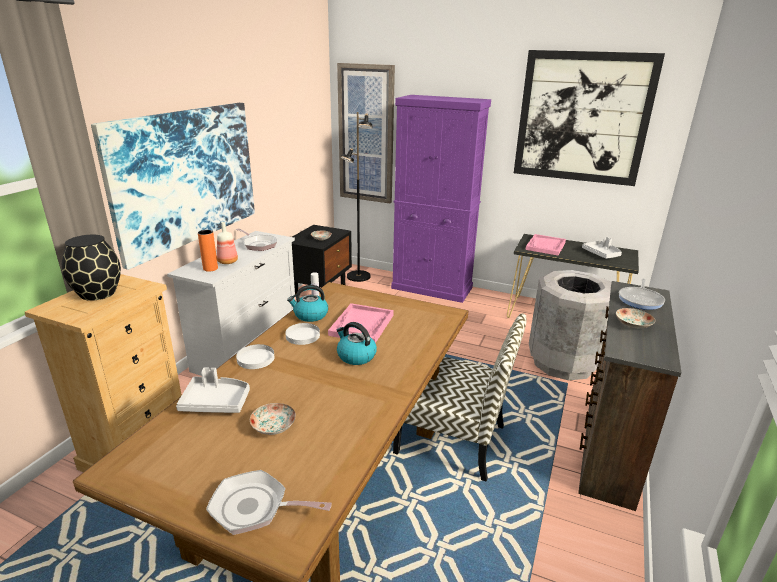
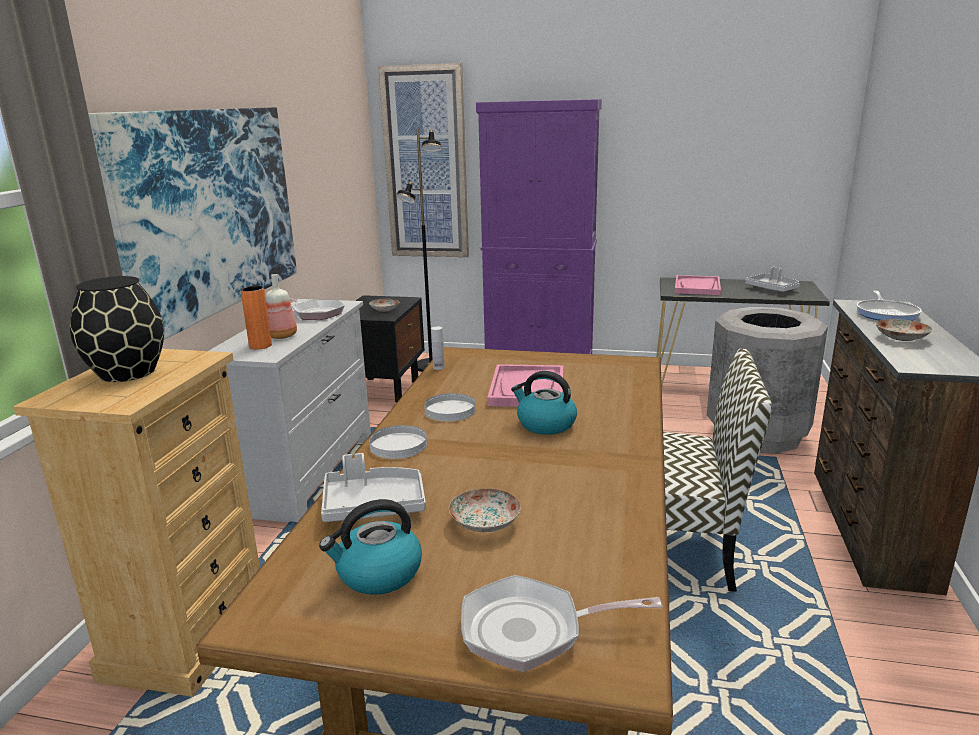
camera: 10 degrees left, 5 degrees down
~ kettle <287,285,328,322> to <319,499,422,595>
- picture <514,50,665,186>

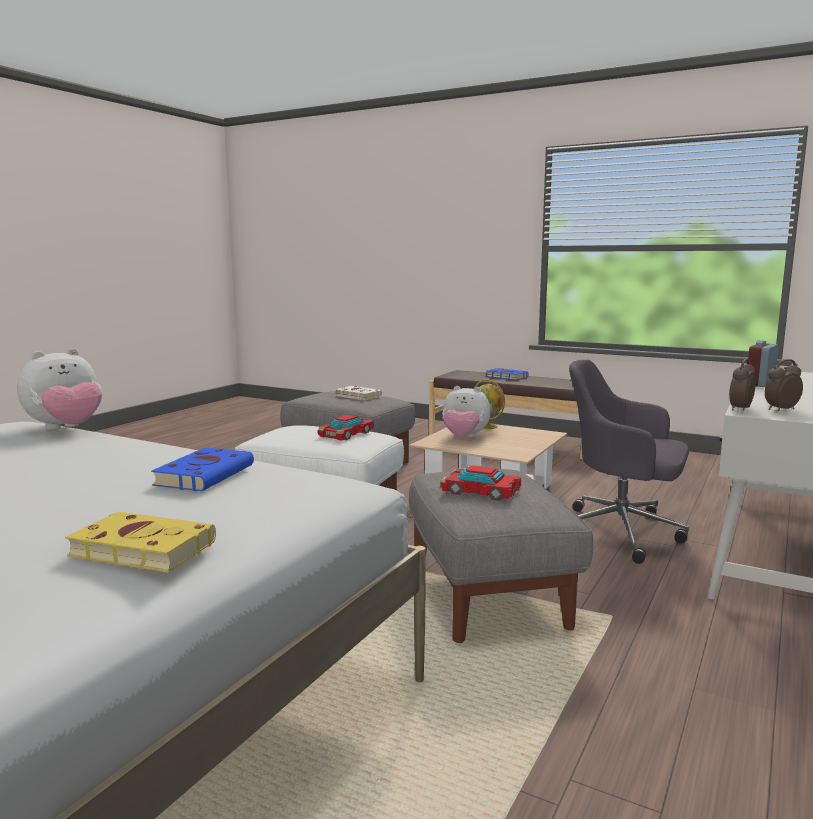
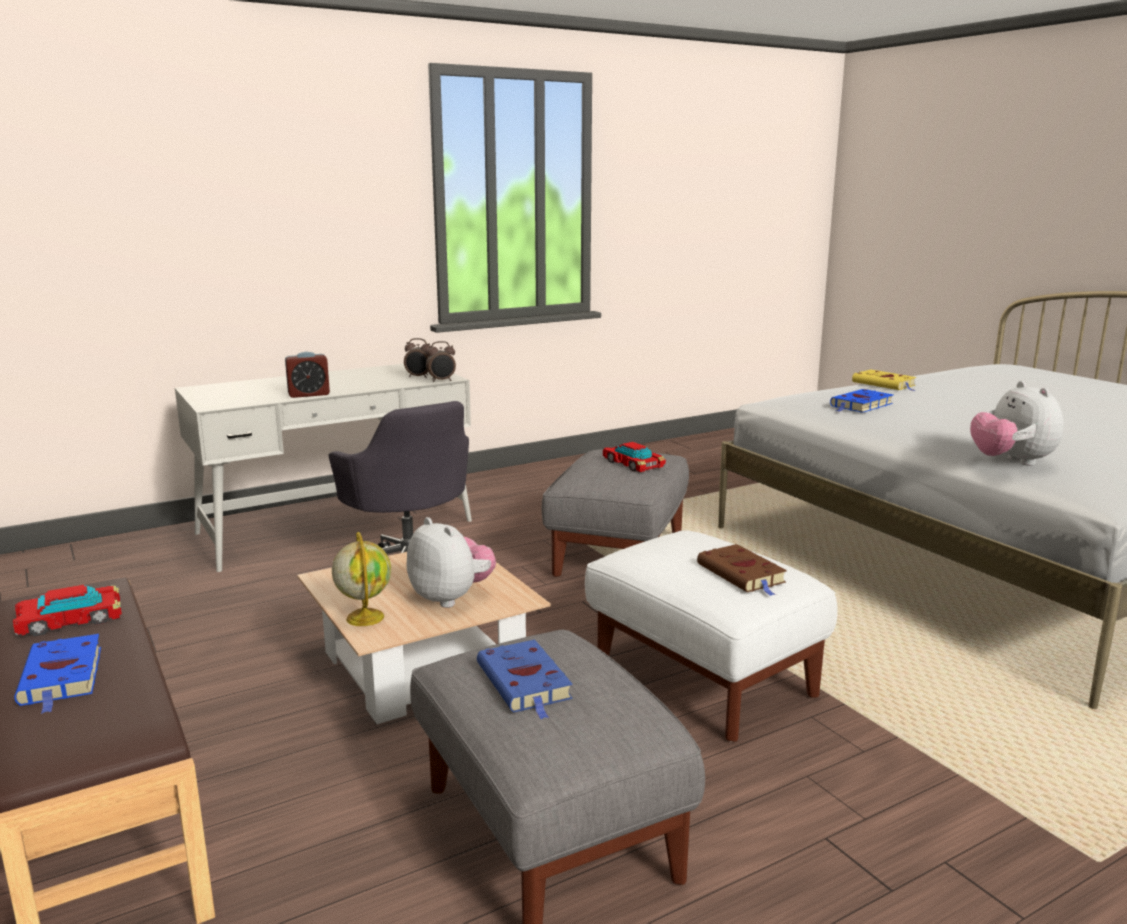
camera: 150 degrees left, 5 degrees up
~ plush_toy <17,348,102,430> = <970,381,1064,466> 90 degrees counterclockwise
~ toy_car <318,415,374,440> to <13,585,122,637>
~ white_book <335,386,382,400> to blue_book <477,640,573,719>
+ brown_book <697,544,787,596>

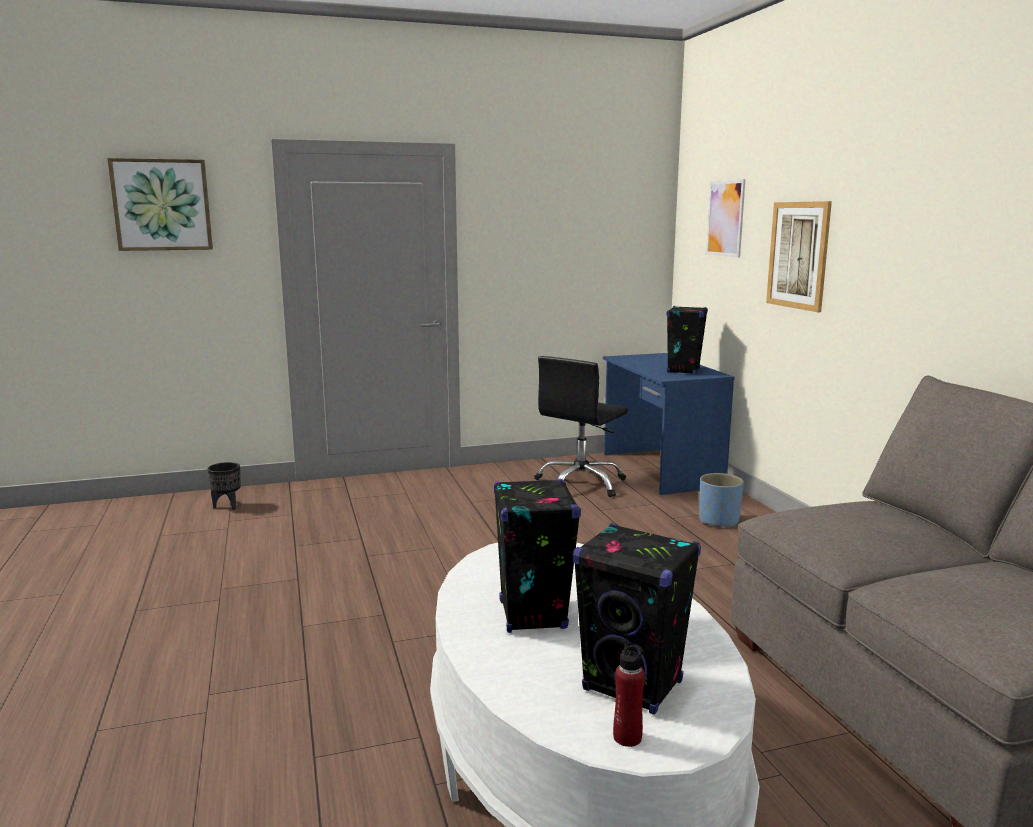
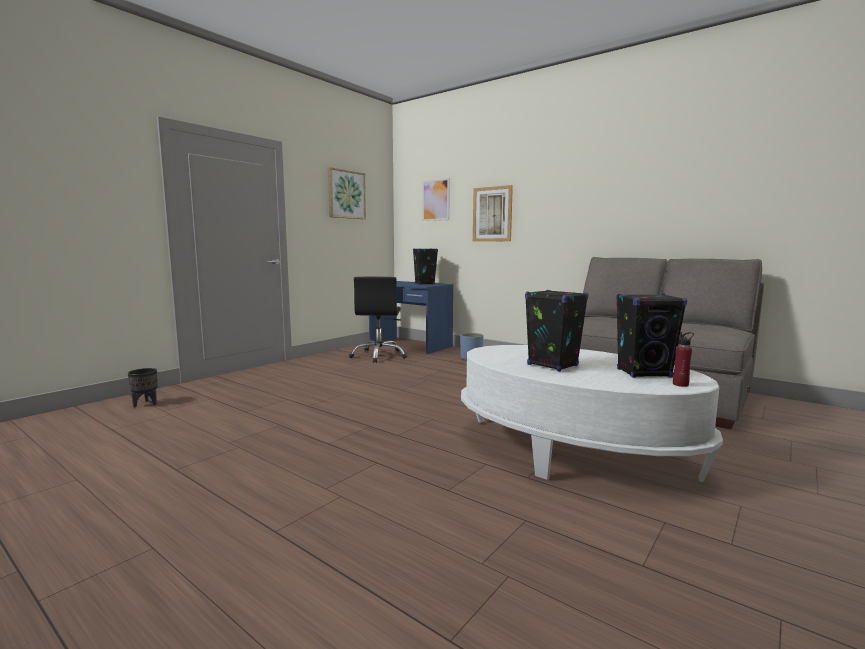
camera: 35 degrees left, 5 degrees down
~ picture <107,158,213,251> to <328,167,366,219>

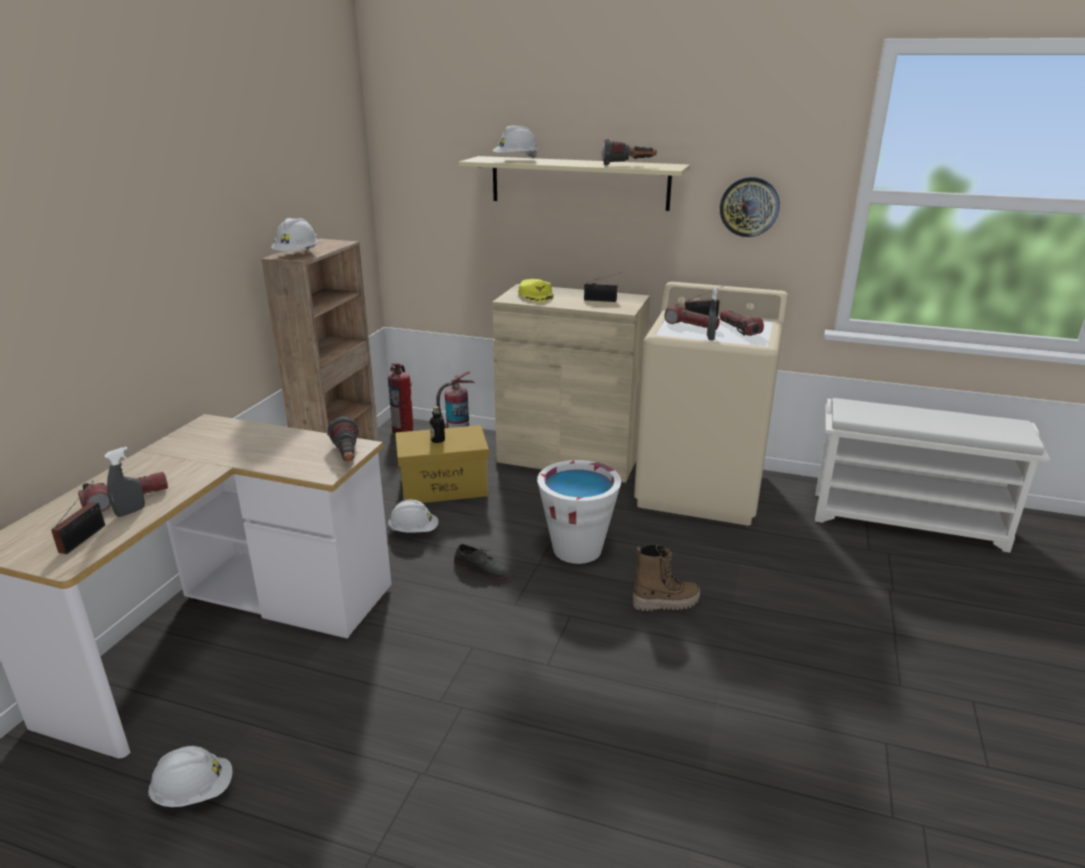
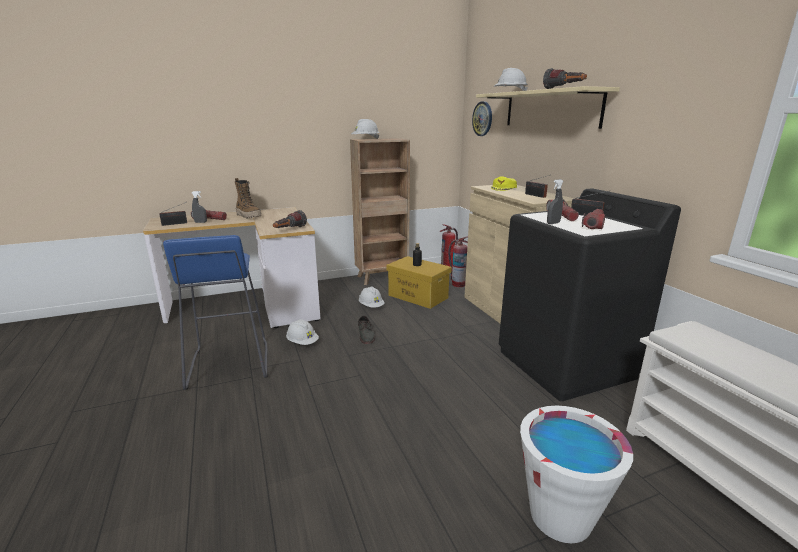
camera: 50 degrees right, 5 degrees down
~ white_hard_hat <148,746,233,807> to <286,319,319,345>
~ white_bucket <537,460,621,564> to <520,406,633,543>
~ boot <633,544,700,611> to <235,178,261,218>
~ beige_washing_machine <634,282,788,526> to black_washing_machine <499,188,681,401>
~ wall_clock <720,177,780,237> to <472,101,492,136>
+ blue_stool <163,235,268,390>

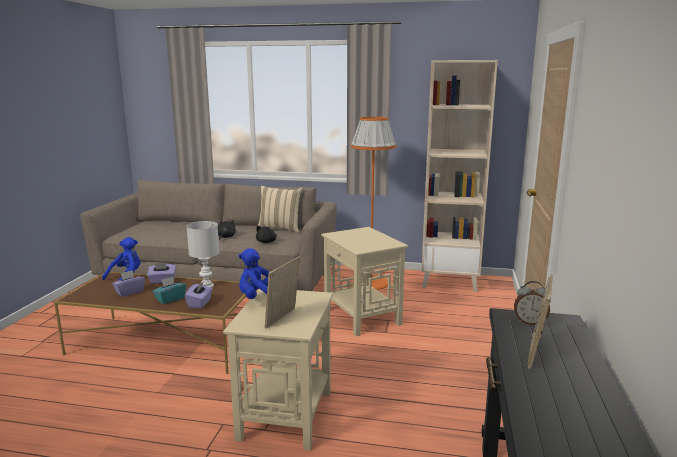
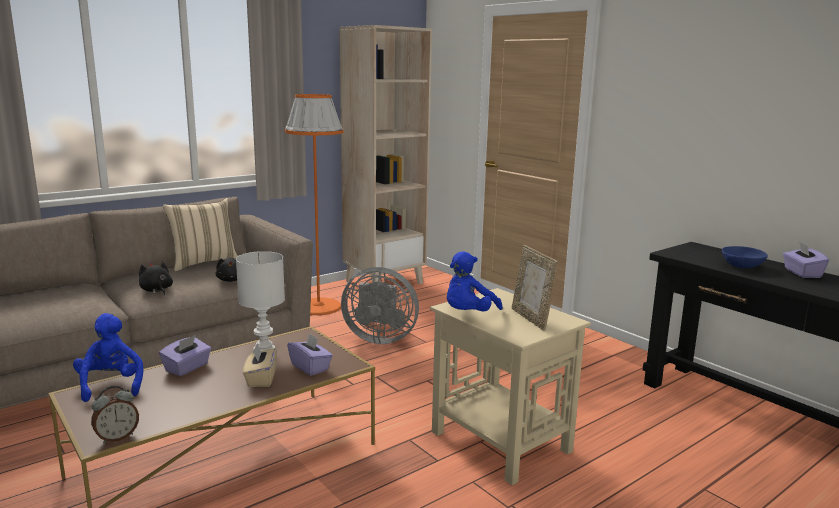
camera: 50 degrees left, 0 degrees up
~ purple_tissue_box <112,270,145,297> to <783,242,829,278>
~ turquoise_tissue_box <153,277,186,304> to beige_tissue_box <243,344,277,387>
~ beige_side_table <321,227,408,336> to grey_fan <341,267,419,344>
~ alarm_clock <514,281,550,325> to <91,386,139,444>
~ picture_frame <528,274,553,369> to blue_bowl <722,246,768,268>

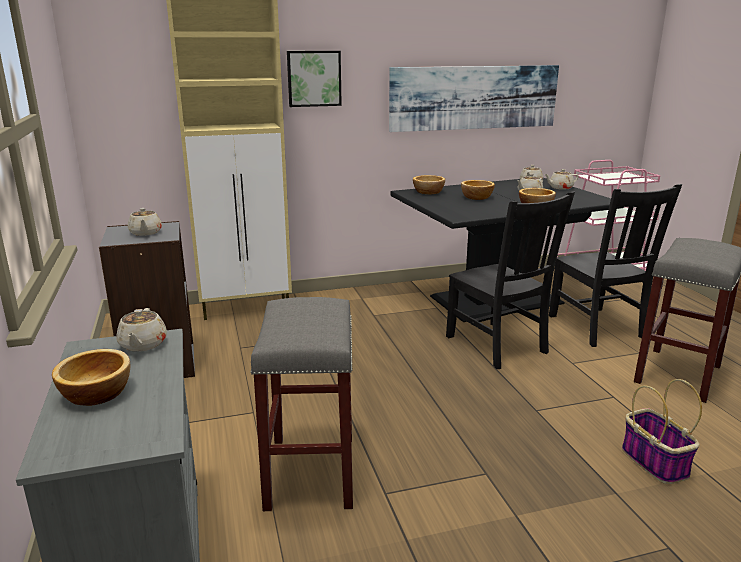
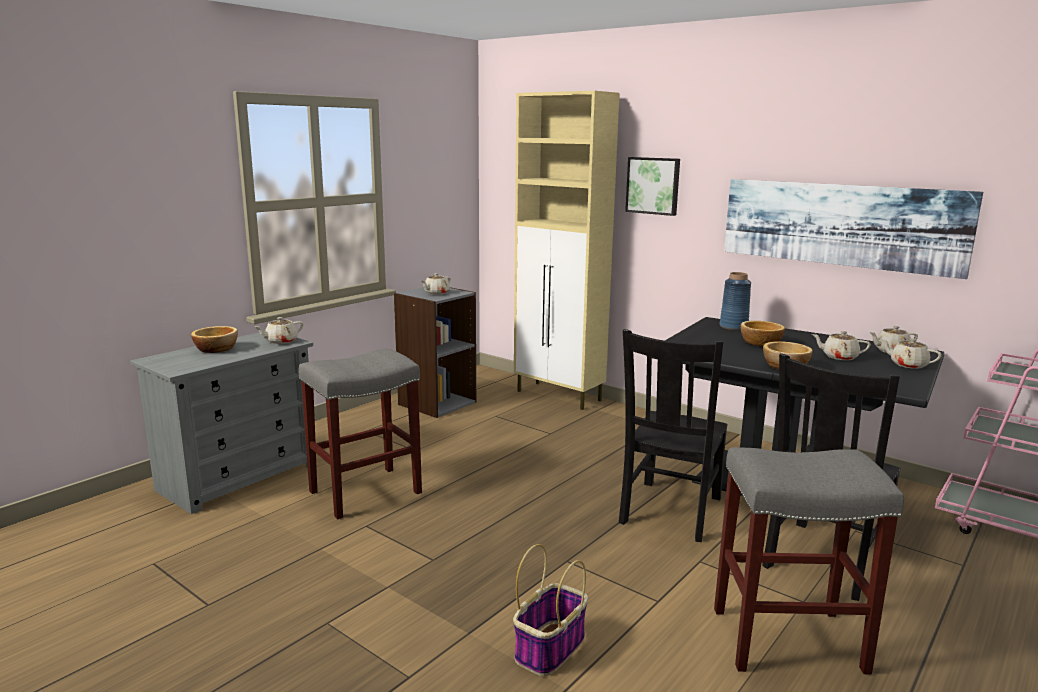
camera: 55 degrees right, 5 degrees down
~ bowl <413,175,445,194> to blue_vase <720,272,751,330>

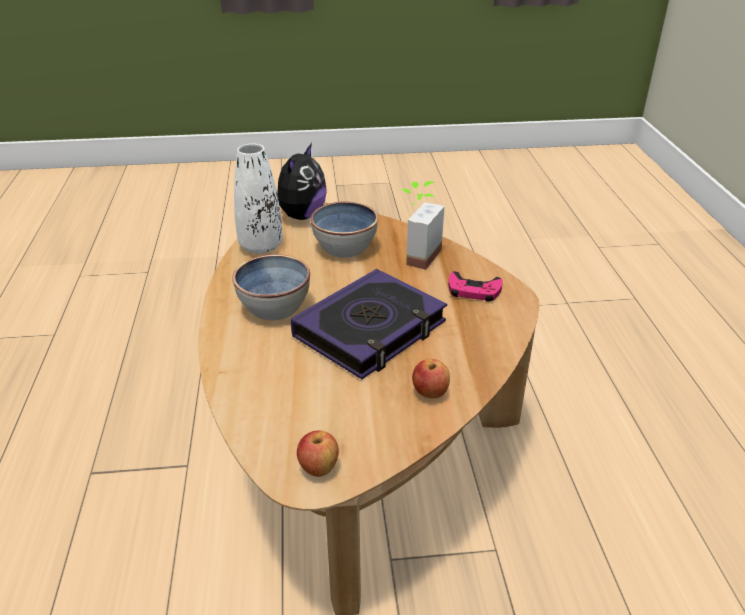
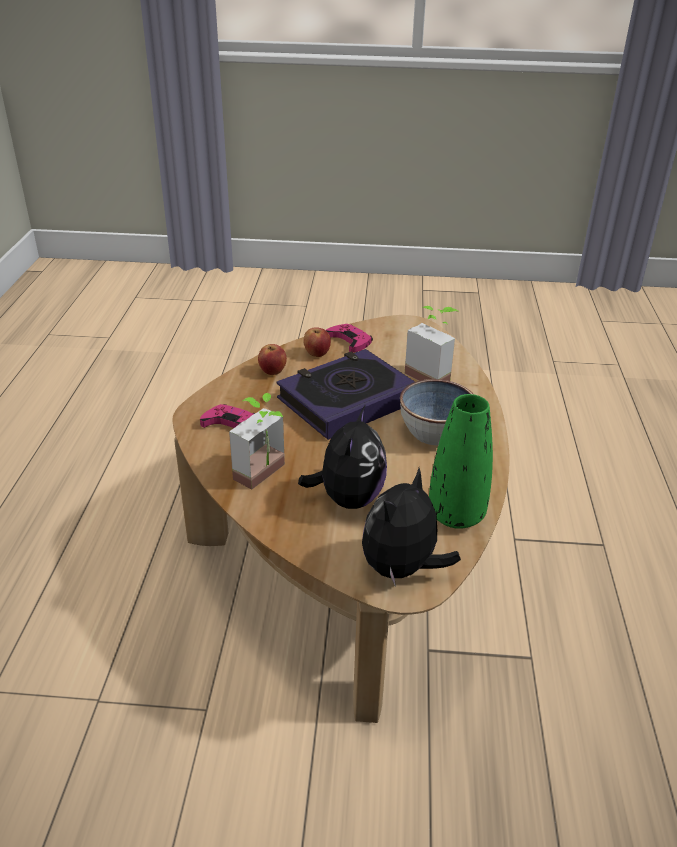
camera: 170 degrees left, 0 degrees up
~ white_vase <234,144,283,254> to green_vase <429,394,493,529>
~ apple <297,430,339,477> to <258,344,287,375>
~ bowl <310,201,378,258> to plush_toy <298,406,387,509>
+ pink_game_controller <326,324,373,353>
+ potted_plant <405,306,458,381>

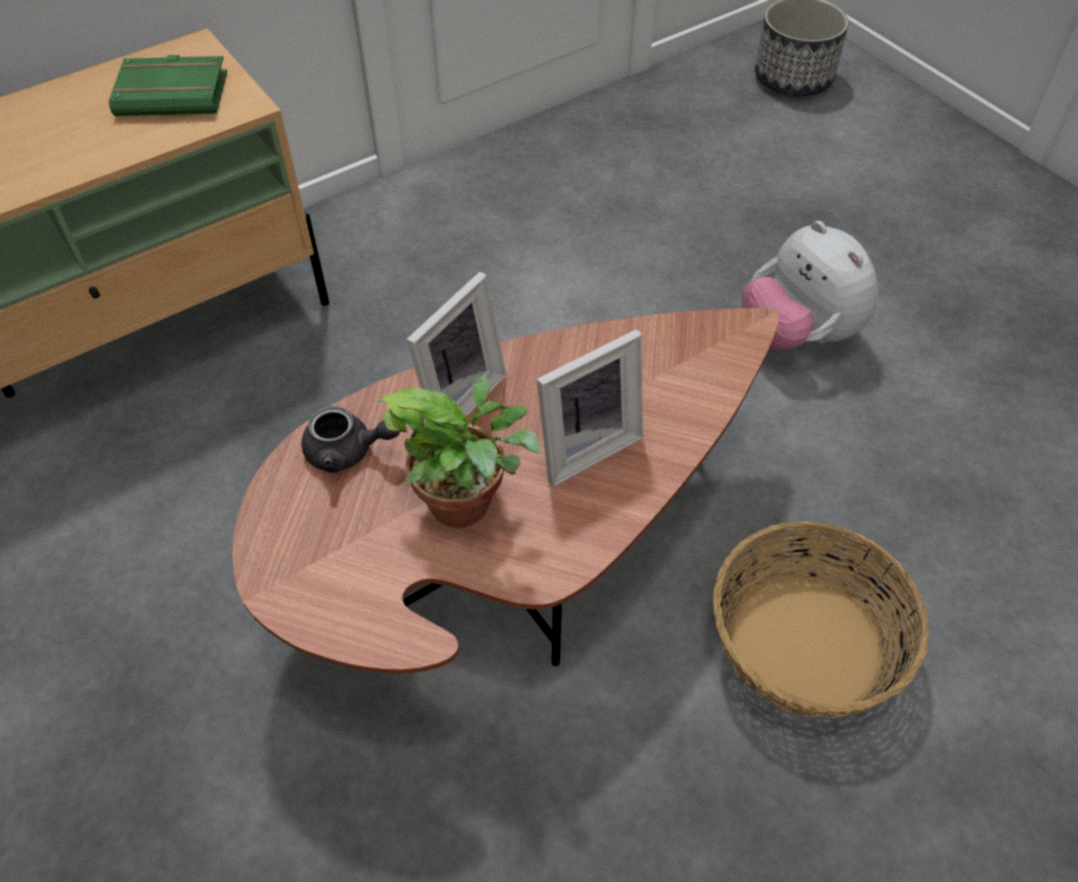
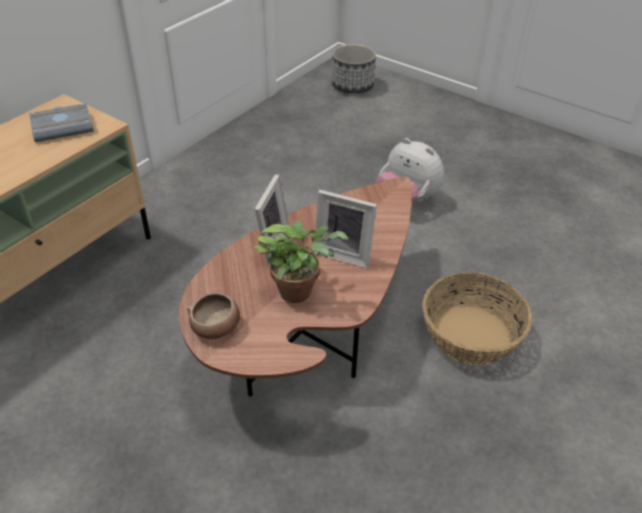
camera: 20 degrees left, 10 degrees down
~ green_book <109,55,227,116> to grey_book <29,103,94,142>
- grey_teapot <302,406,400,473>
~ picture_frame <537,329,643,486> = <314,190,377,268> 75 degrees clockwise
+ bowl <187,293,240,339>

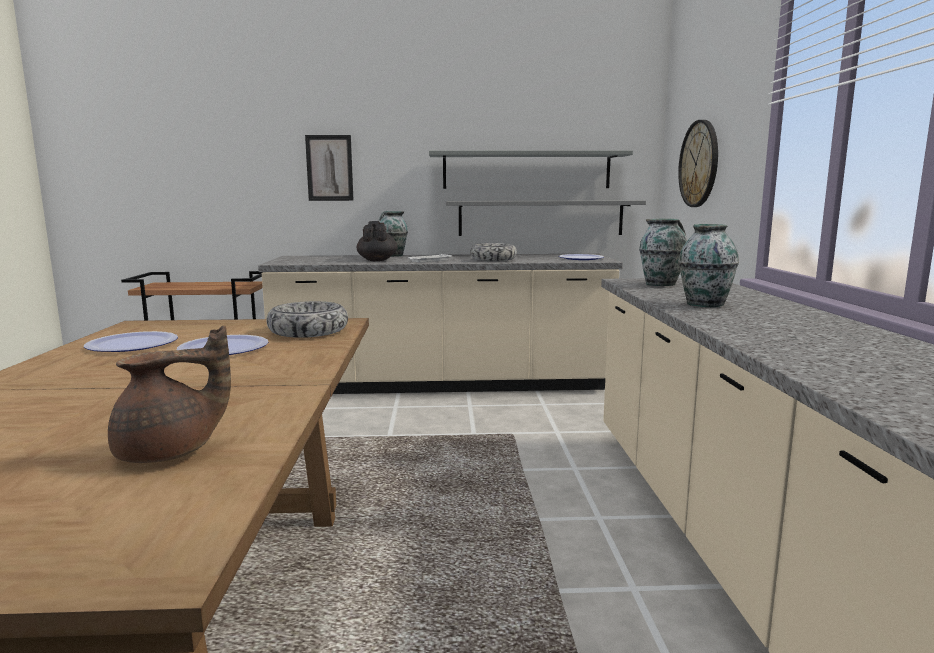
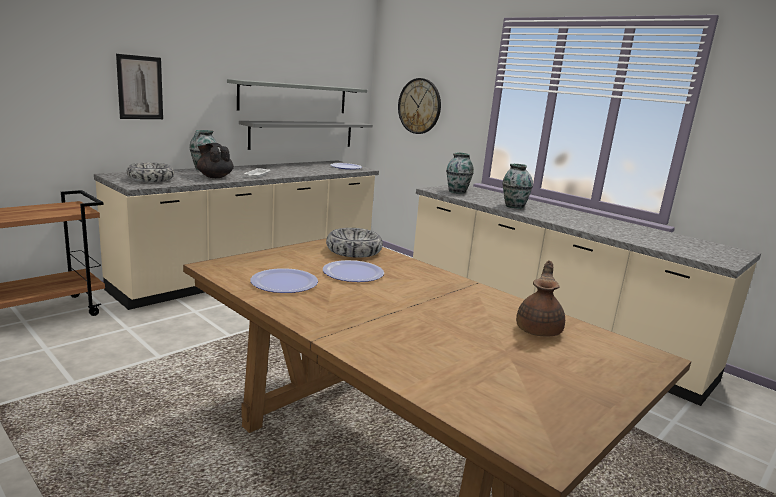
camera: 45 degrees left, 5 degrees up
~ bowl <470,243,517,261> to <126,162,174,182>

